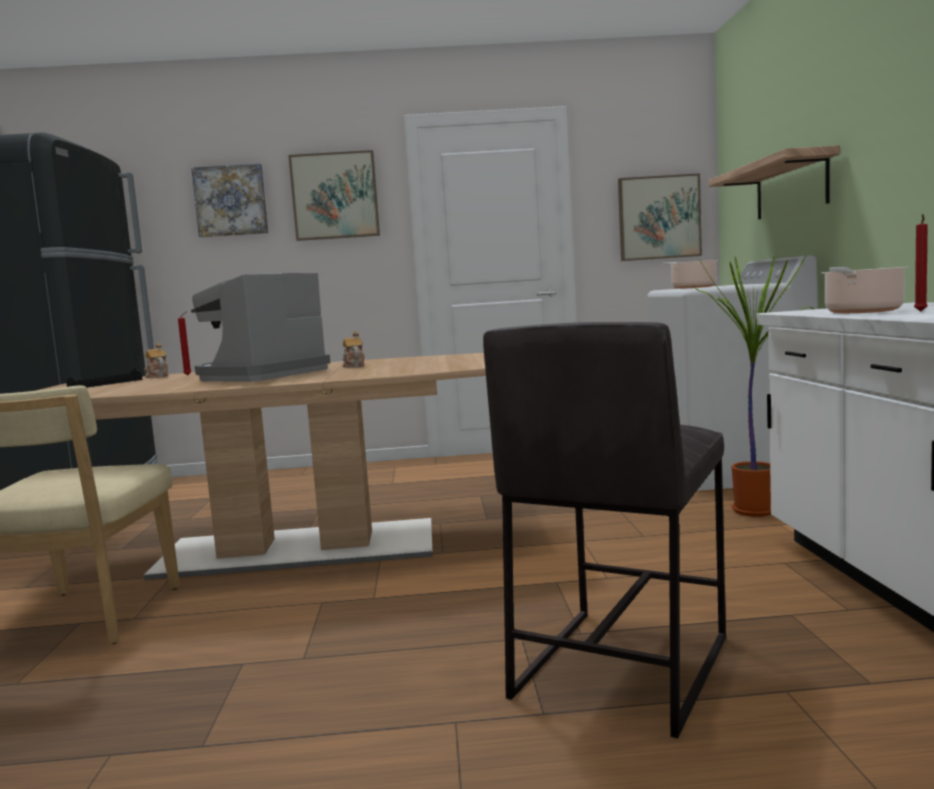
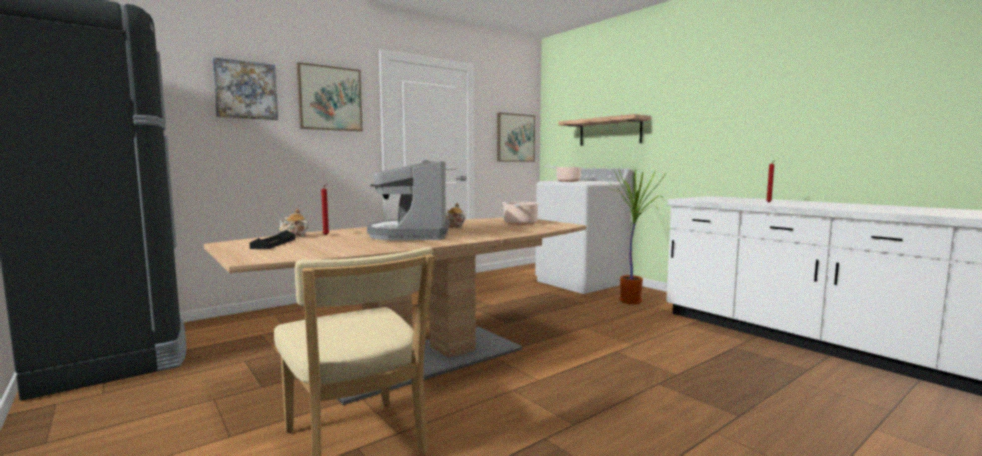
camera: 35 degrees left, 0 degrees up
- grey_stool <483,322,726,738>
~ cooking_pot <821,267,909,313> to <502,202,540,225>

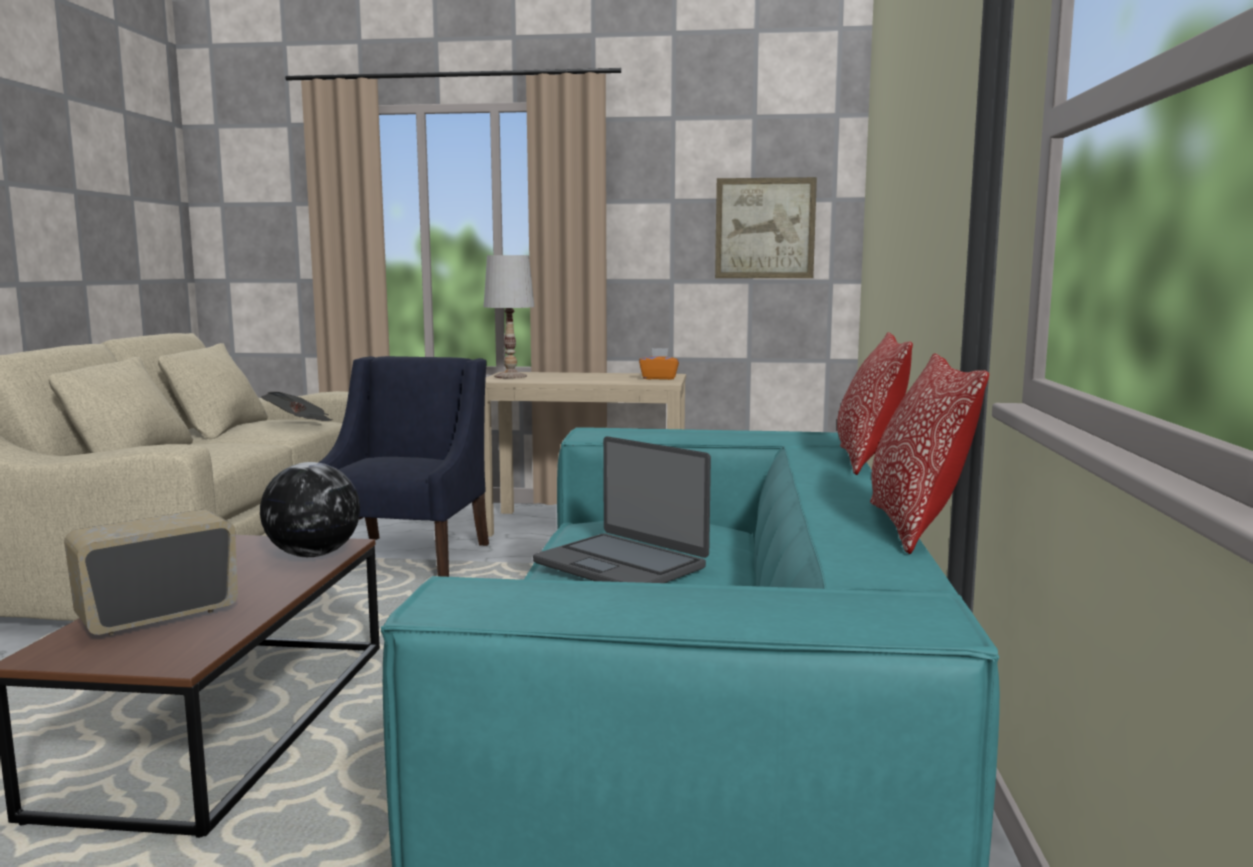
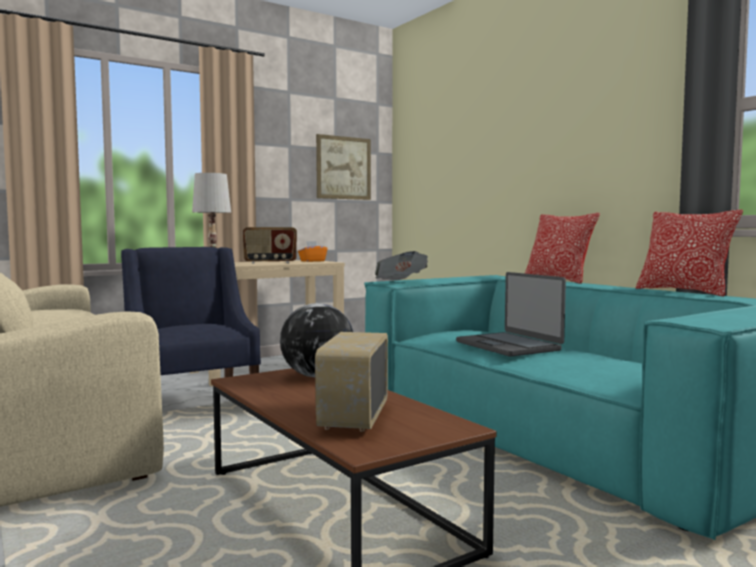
camera: 40 degrees left, 5 degrees down
~ newspaper <261,392,332,421> to <375,251,428,281>
~ laptop <533,436,711,583> = <456,272,566,357> 60 degrees clockwise
+ radio <243,227,297,264>

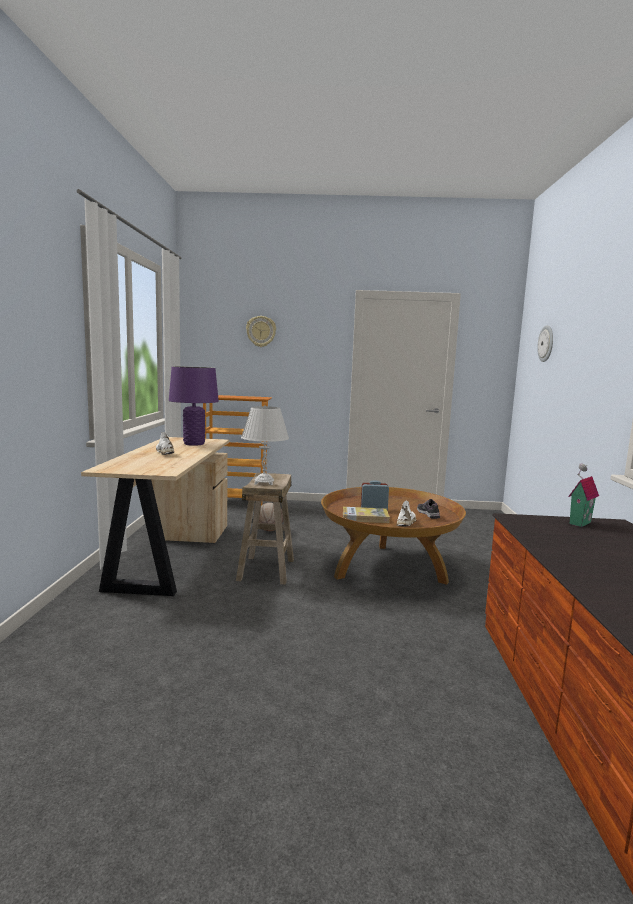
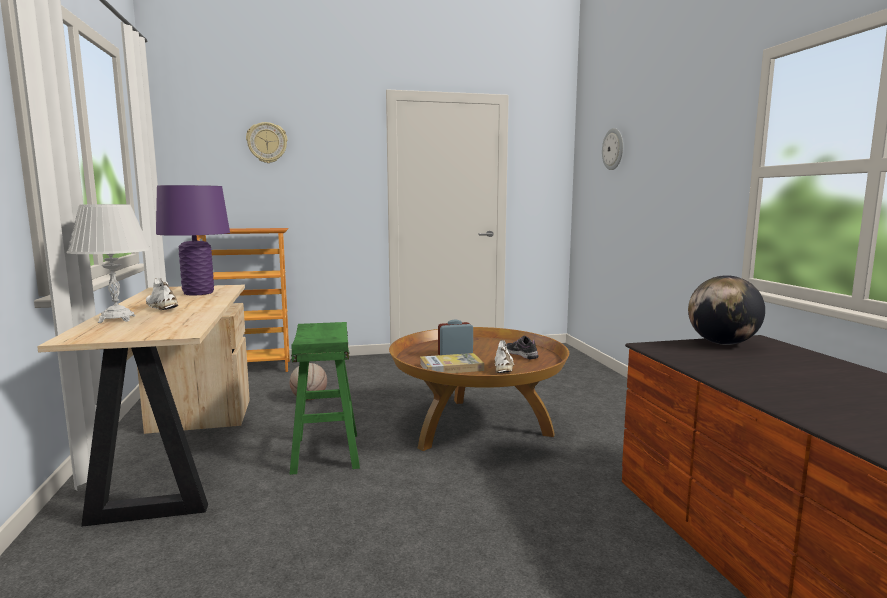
camera: 15 degrees left, 0 degrees up
~ beige_stool <236,473,294,585> to green_stool <289,322,360,475>
~ white_table_lamp <241,406,289,485> to <66,204,151,323>
~ toy_house <568,463,599,527> to globe <688,275,765,345>

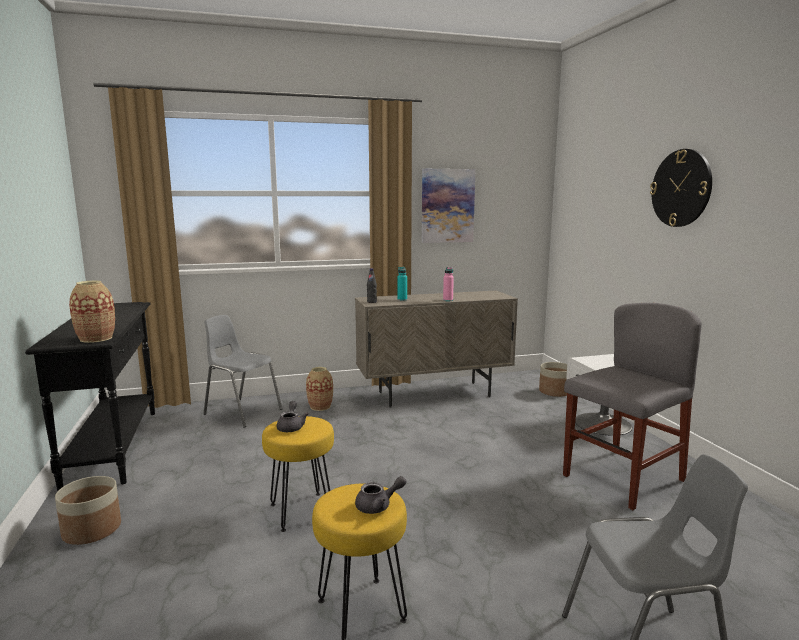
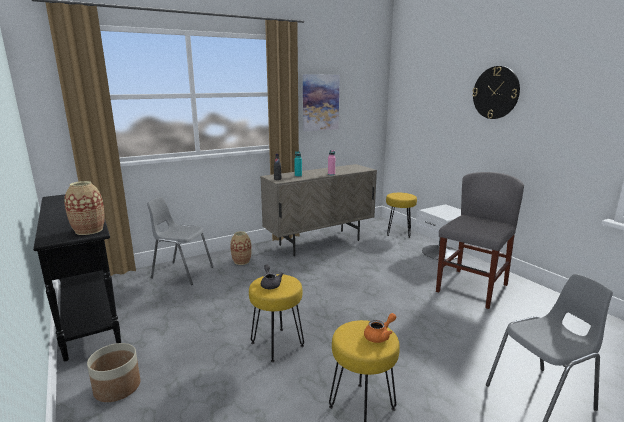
camera: 15 degrees left, 5 degrees up
~ grey_teapot <355,476,406,514> to orange_teapot <364,313,396,343>
~ planter <539,362,567,397> to yellow_stool <386,193,417,238>

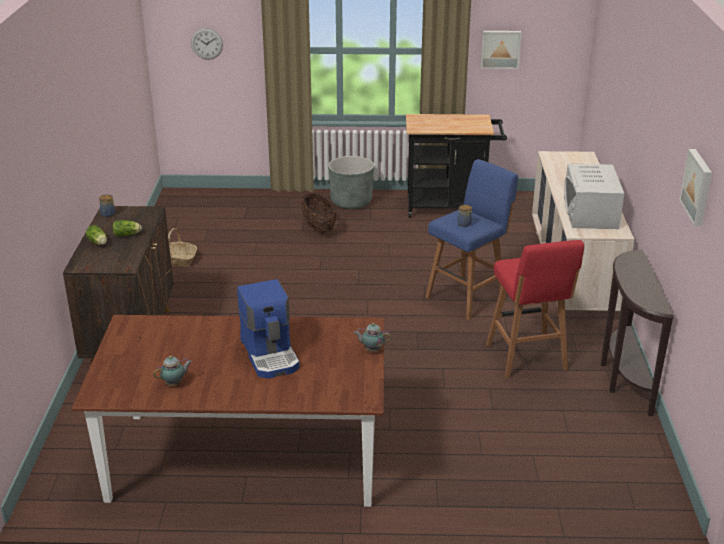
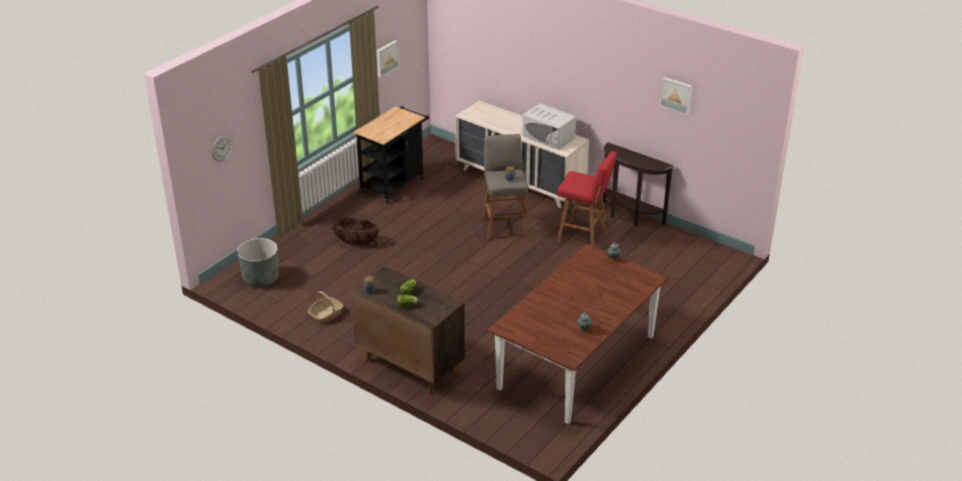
camera: 55 degrees left, 5 degrees up
- coffee_machine <237,279,300,379>
~ grey_planter <328,156,374,209> to <237,238,279,287>
~ blue_stool <426,159,518,320> to grey_stool <483,134,528,240>

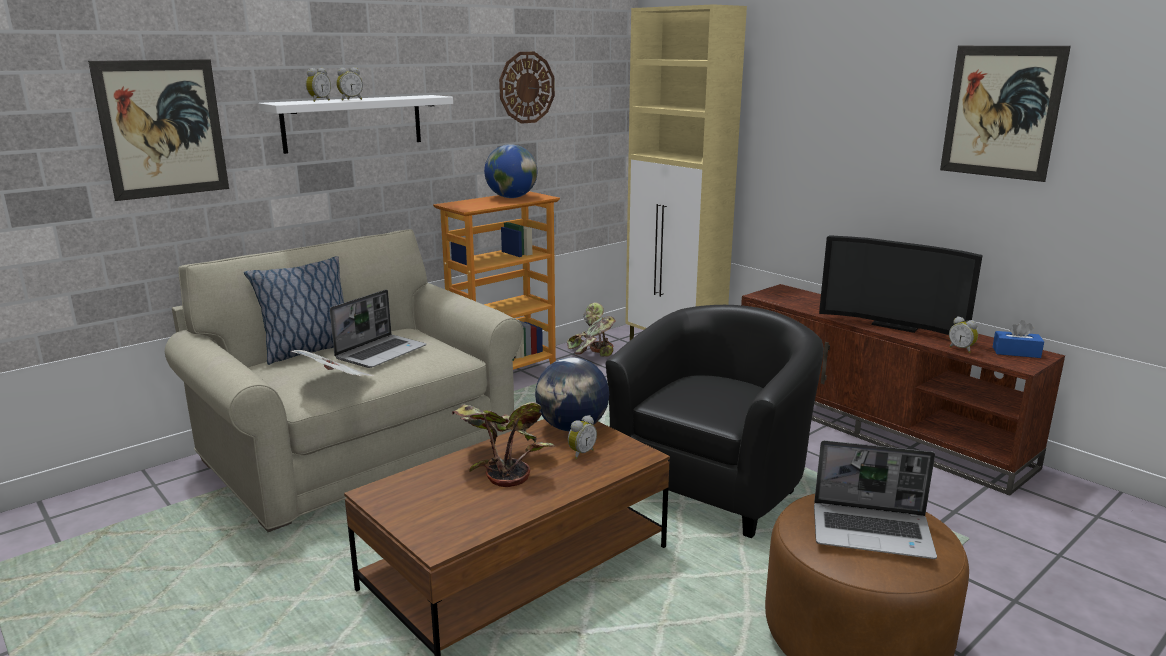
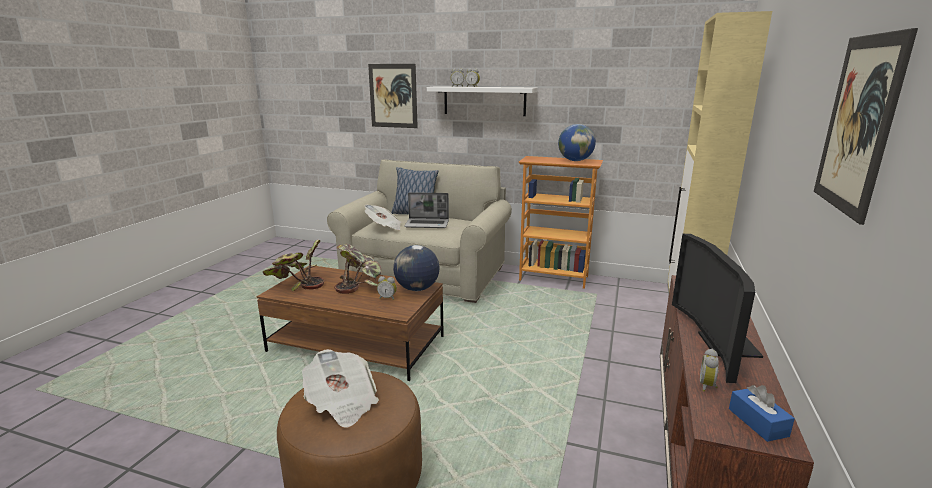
camera: 60 degrees right, 0 degrees up
- wall_clock <499,52,555,124>
~ potted_plant <567,302,616,357> to <263,240,325,291>
- black_armchair <606,305,824,538>
~ laptop <814,440,937,559> to newspaper <302,349,379,428>

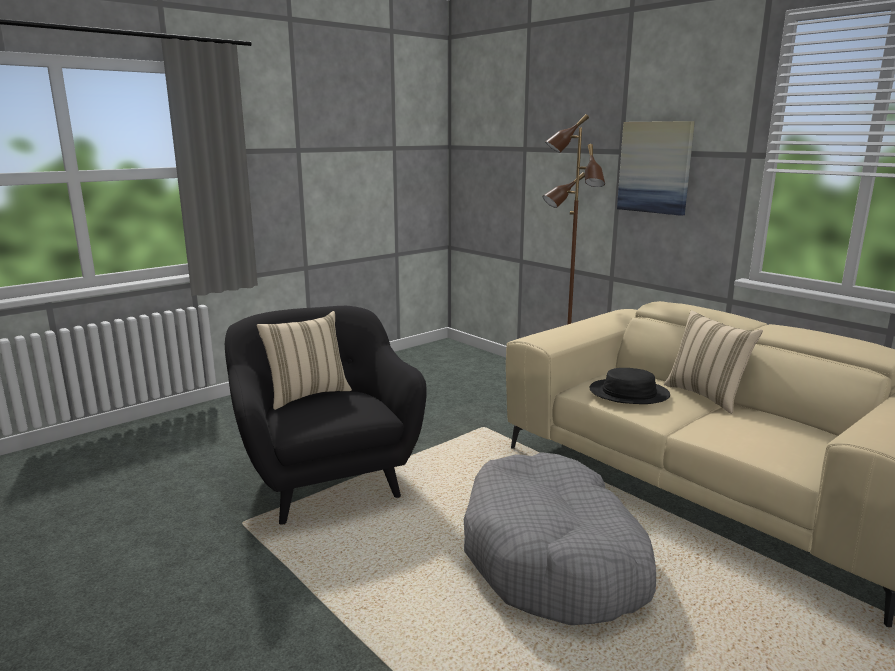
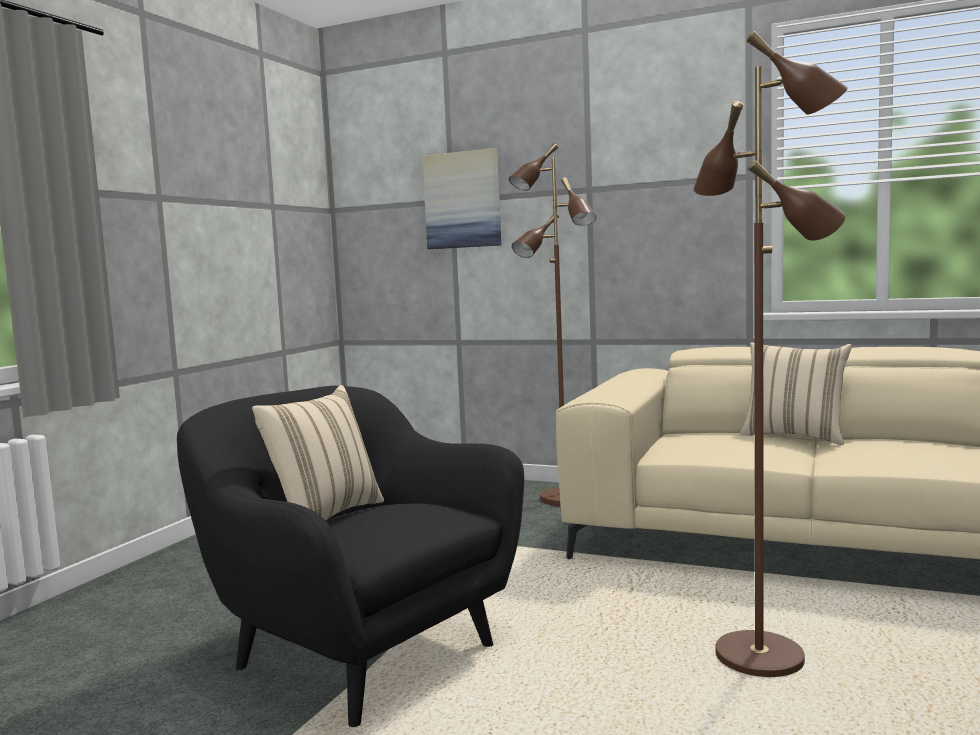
camera: 25 degrees left, 10 degrees down
~ grey_dog_bed <464,452,656,625> to brown_floor_lamp <693,31,848,677>
- black_hat <590,368,670,404>
~ picture <617,121,695,216> to <422,148,501,249>

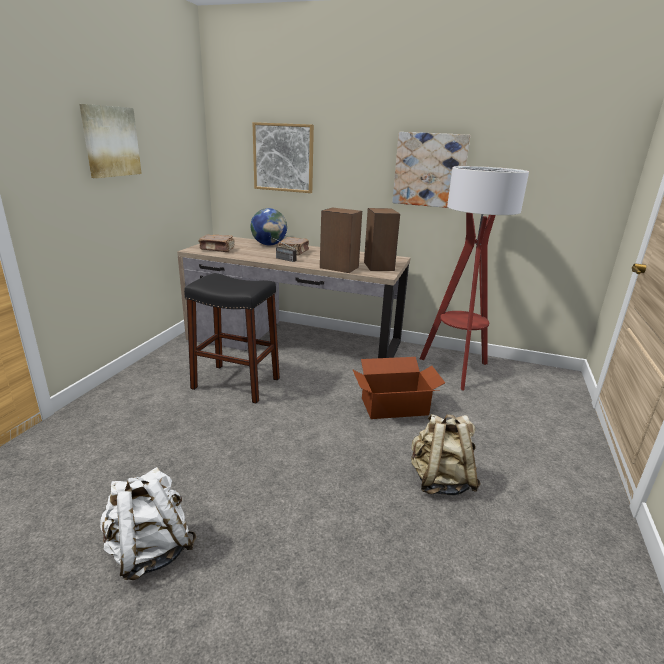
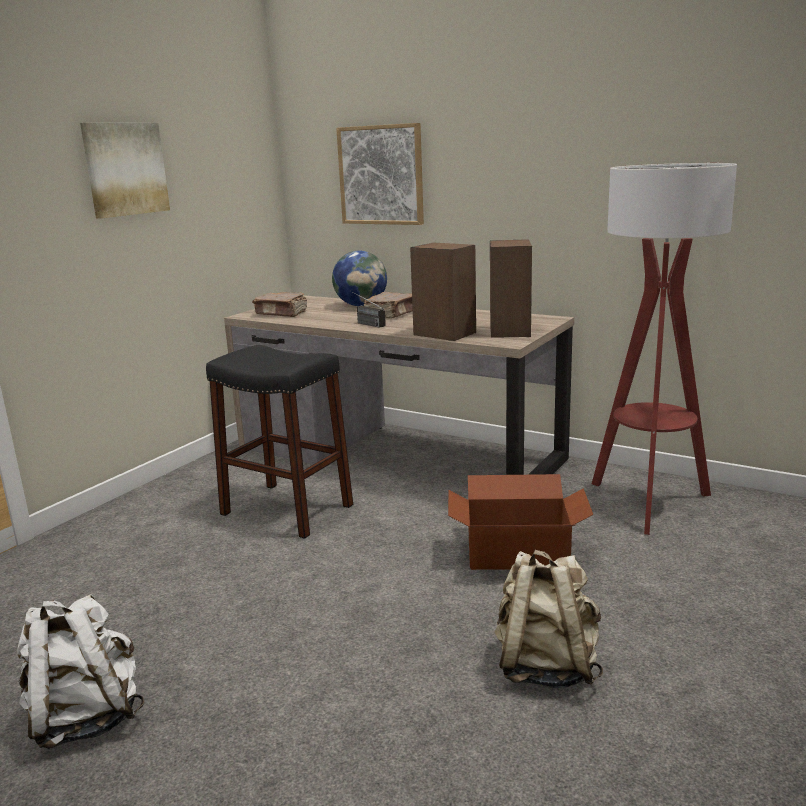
camera: 15 degrees right, 5 degrees down
- picture <392,132,470,208>

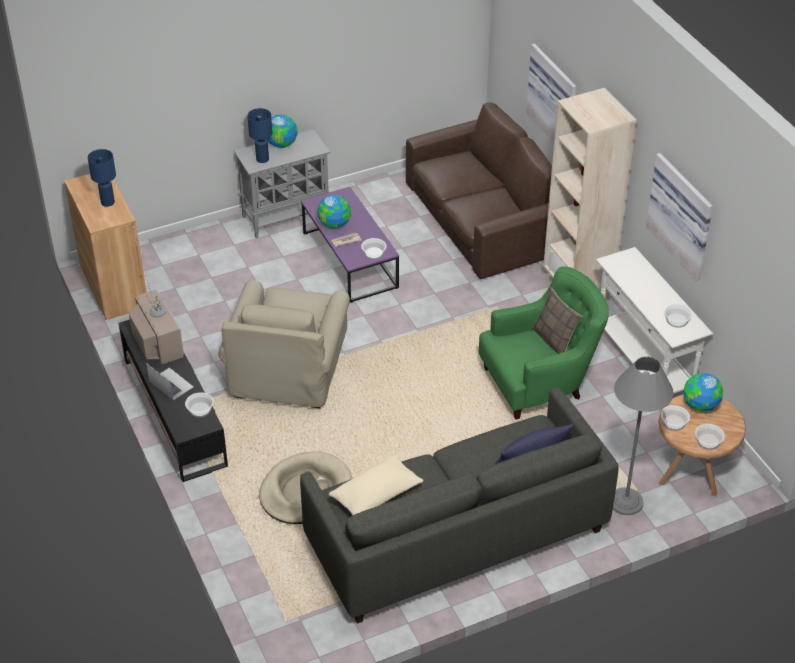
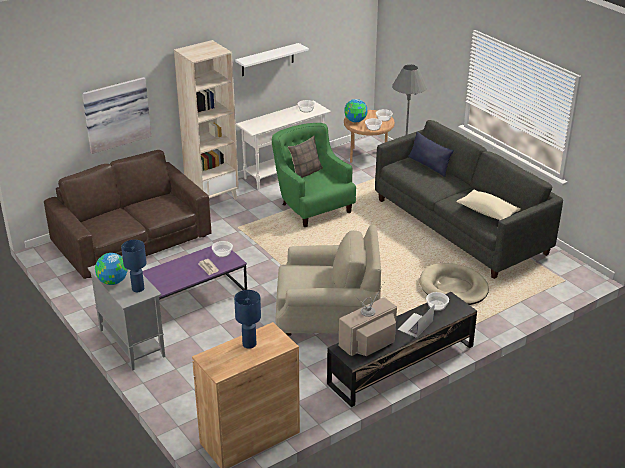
camera: 100 degrees left, 10 degrees down
- globe <317,195,351,229>
~ picture <646,153,713,281> to white_shelf <235,43,309,76>

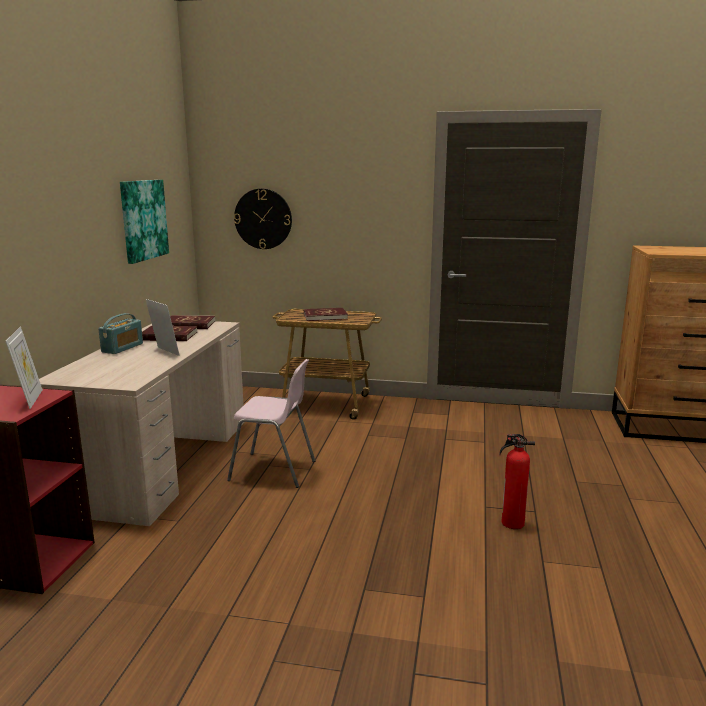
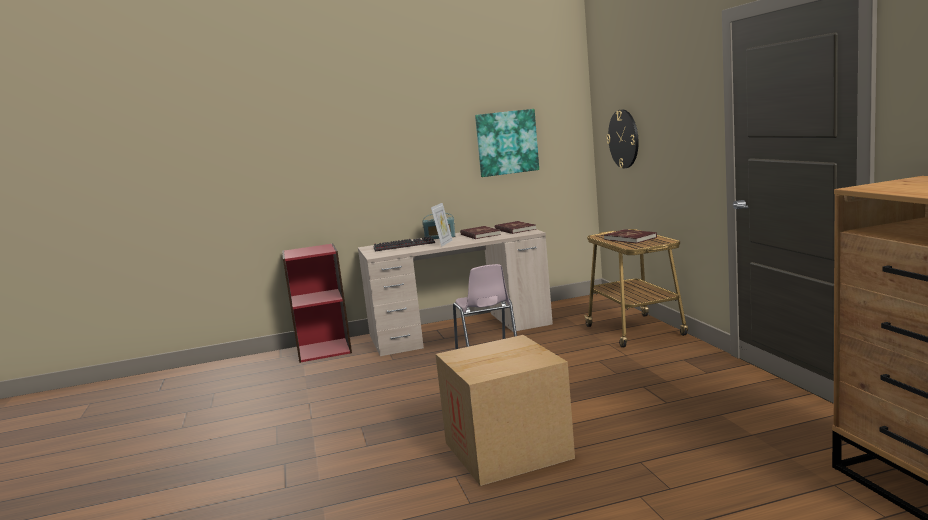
camera: 65 degrees right, 5 degrees down
- picture_frame <6,327,43,409>
~ fire_extinguisher <499,434,535,529> to cardboard_box <435,335,575,486>
+ keyboard <374,236,435,251>

